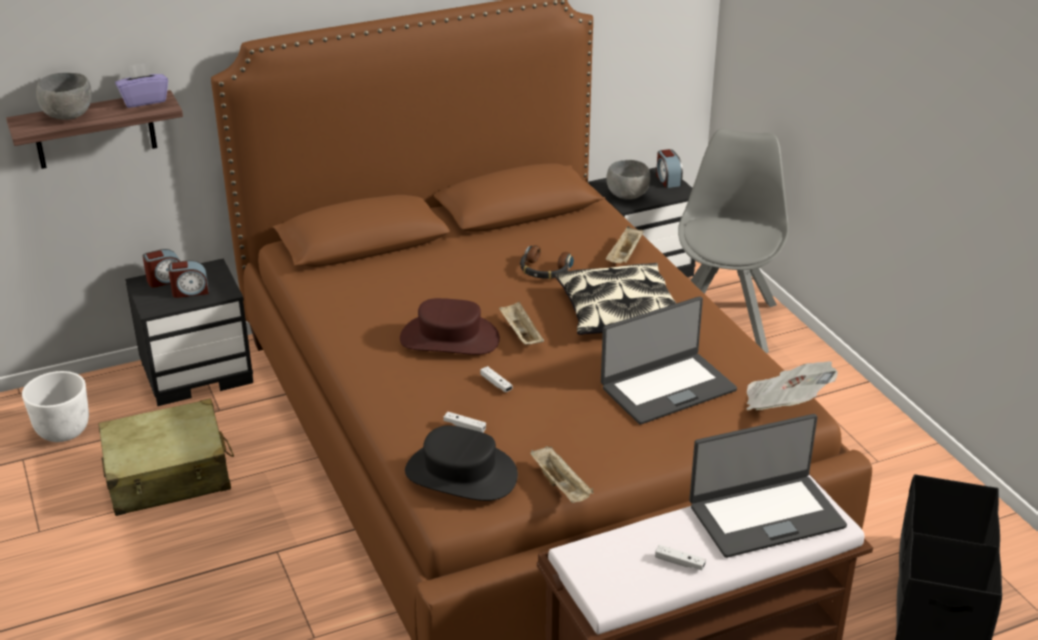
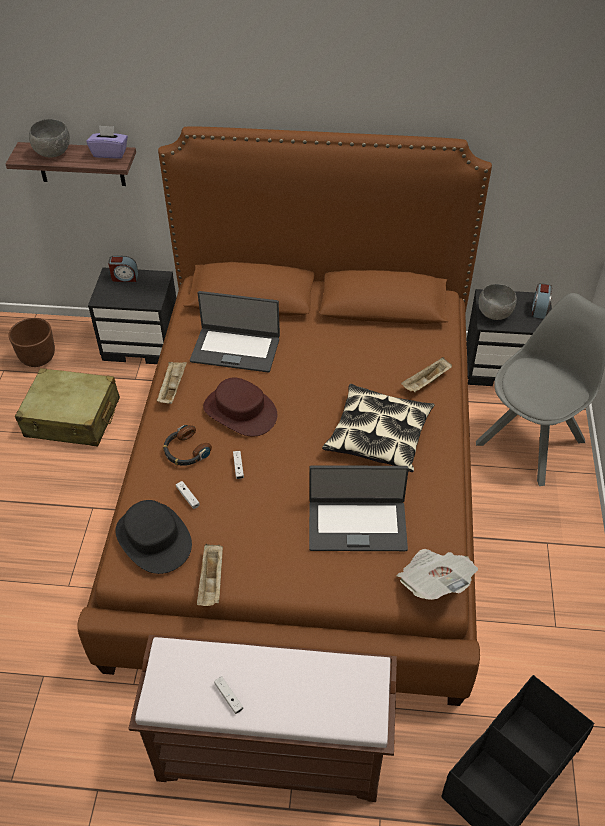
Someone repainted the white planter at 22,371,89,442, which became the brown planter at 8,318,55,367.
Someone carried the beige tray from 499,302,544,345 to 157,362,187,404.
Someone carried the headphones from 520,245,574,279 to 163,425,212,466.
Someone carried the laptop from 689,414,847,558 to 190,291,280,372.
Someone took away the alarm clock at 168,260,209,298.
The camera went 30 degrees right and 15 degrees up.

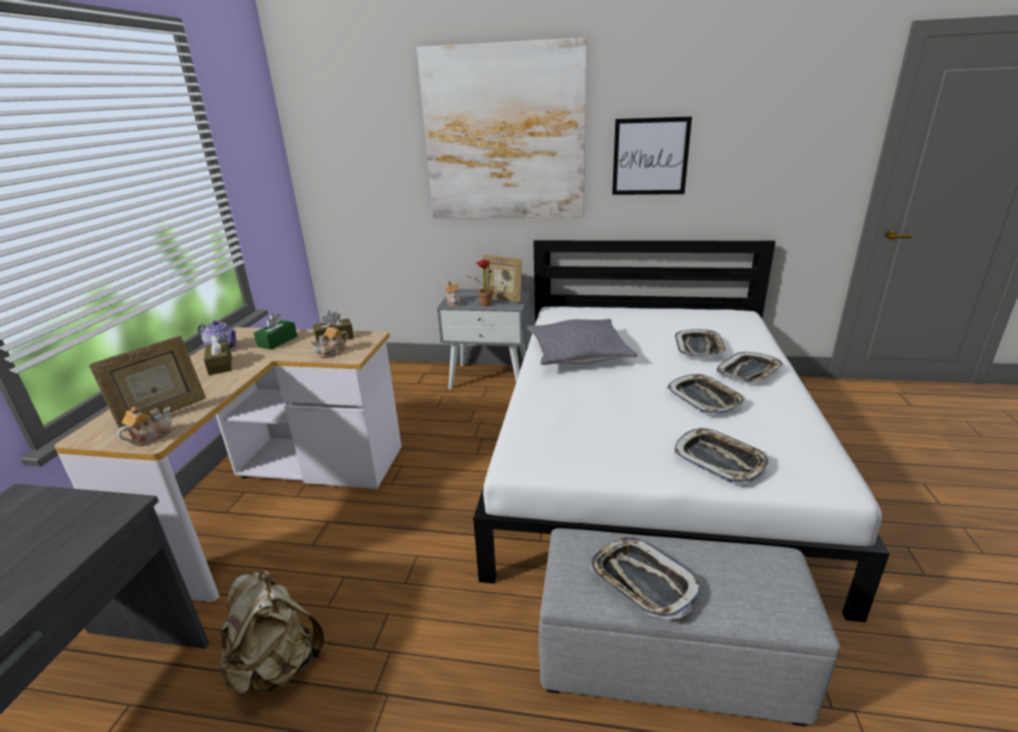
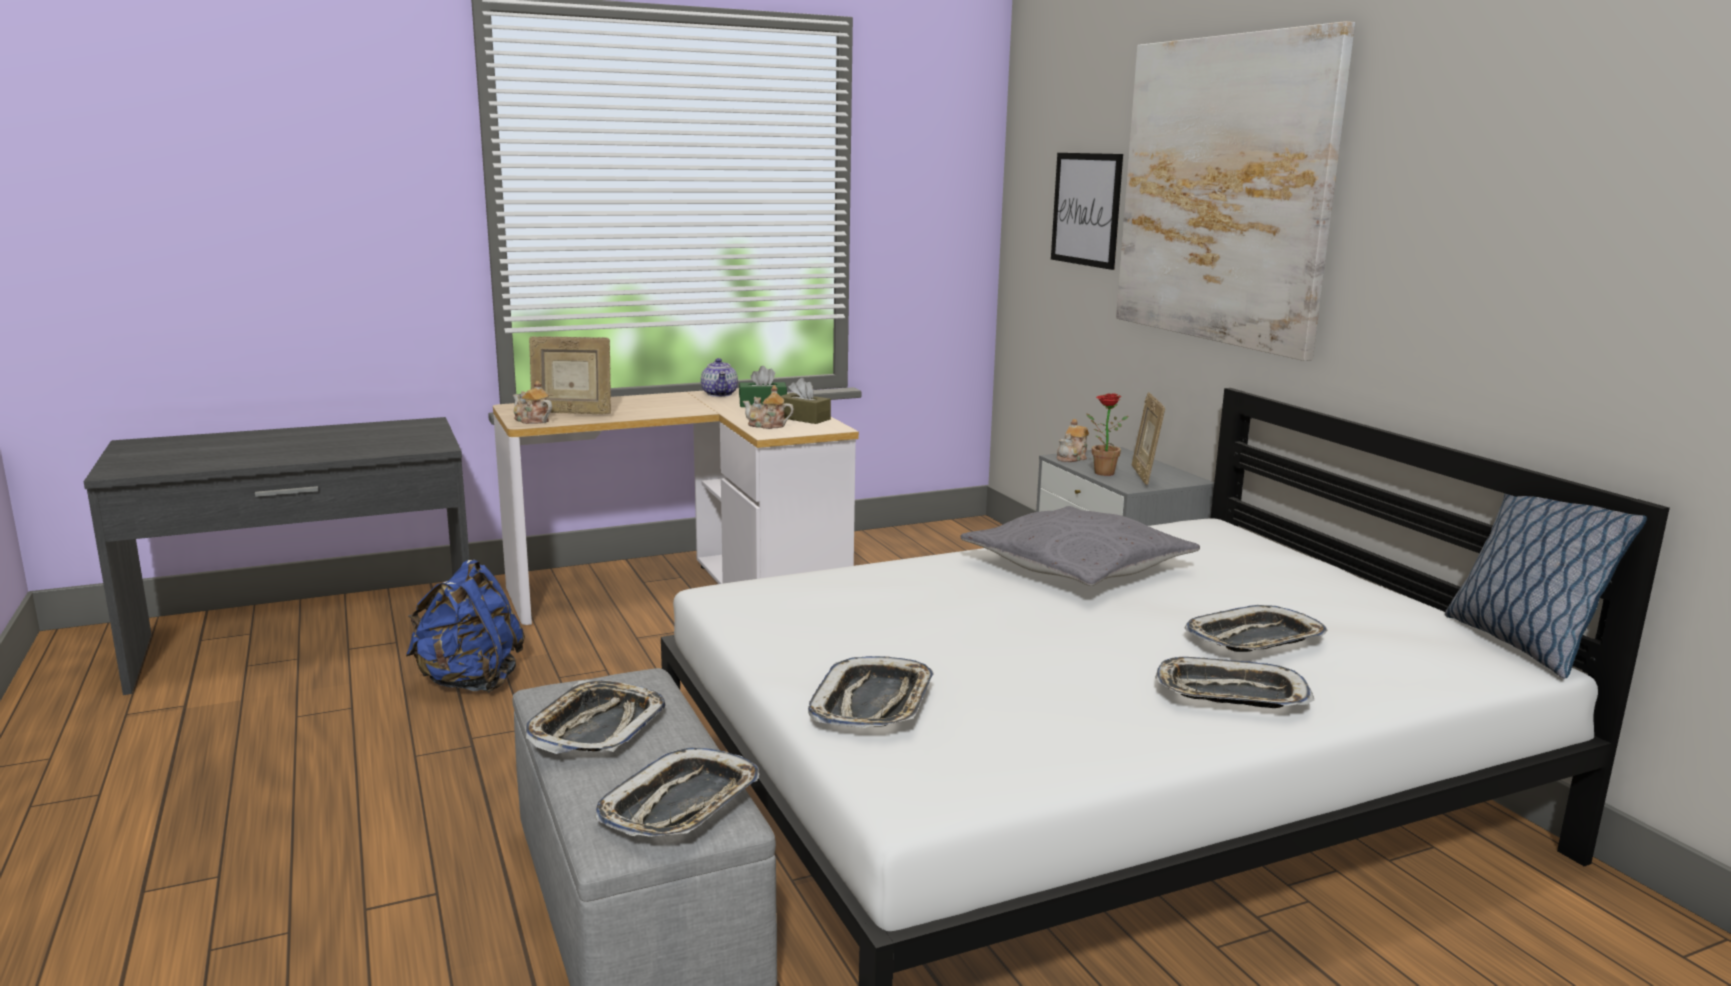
Someone repainted the beige backpack at 220,571,324,696, which became the blue backpack at 406,560,525,693.
Someone rotated the teapot at 117,407,172,447 by 150 degrees counterclockwise.
Someone carried the tray from 667,374,745,415 to 595,748,759,837.
Someone carried the picture from 612,117,692,195 to 1051,153,1123,270.
Someone put down the pillow at 1445,493,1647,679.
Someone took away the brown tissue box at 204,335,232,375.
The camera went 55 degrees right and 10 degrees down.

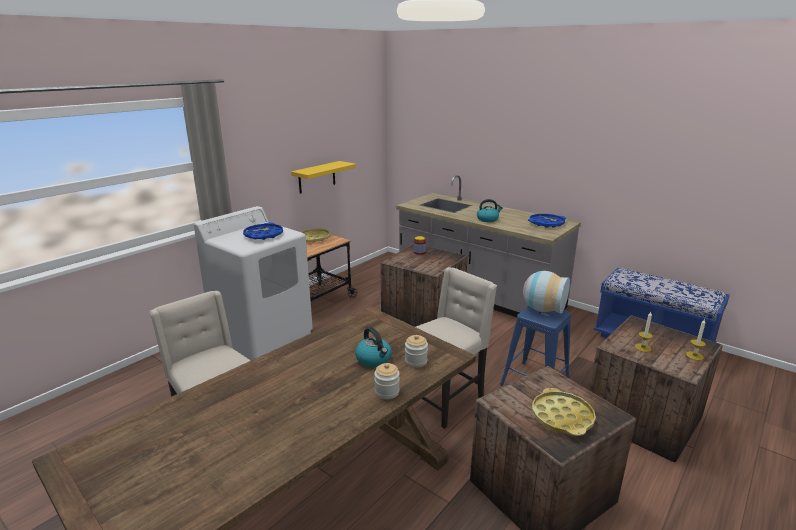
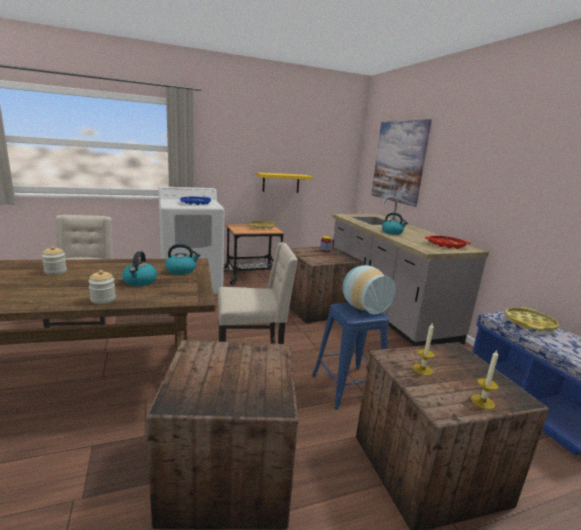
Someone carried the jar from 405,335,428,368 to 42,246,67,275.
Someone put down the kettle at 165,244,200,275.
Someone put up the picture at 371,119,432,207.
Someone repainted the blue tray at 528,214,566,228, which became the red tray at 425,236,471,249.
Someone carried the yellow tray from 532,388,596,436 to 505,307,559,332.
The camera went 30 degrees right and 5 degrees down.

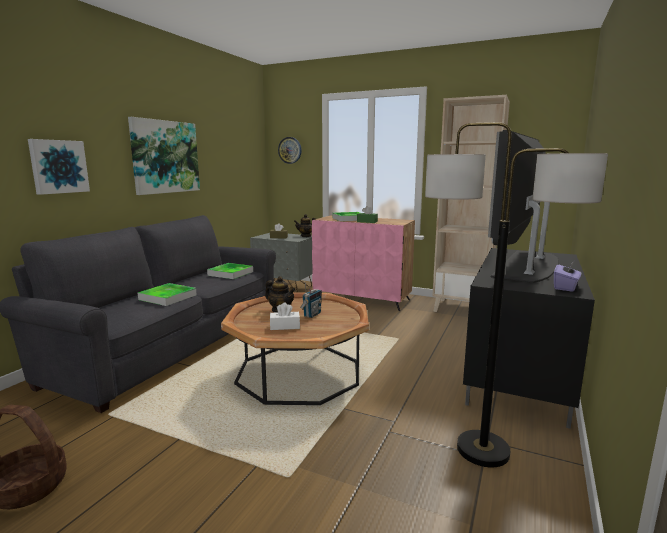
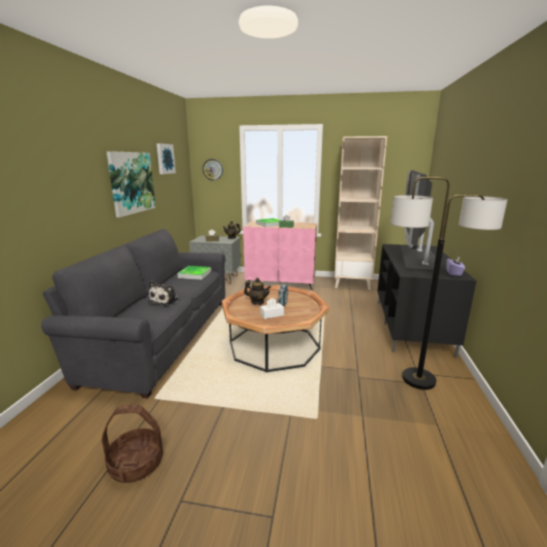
Someone swapped the tray at 138,283,197,306 for the plush toy at 148,281,180,306.
Someone carried the picture from 28,139,90,195 to 156,143,176,174.
The camera went 15 degrees left and 5 degrees up.

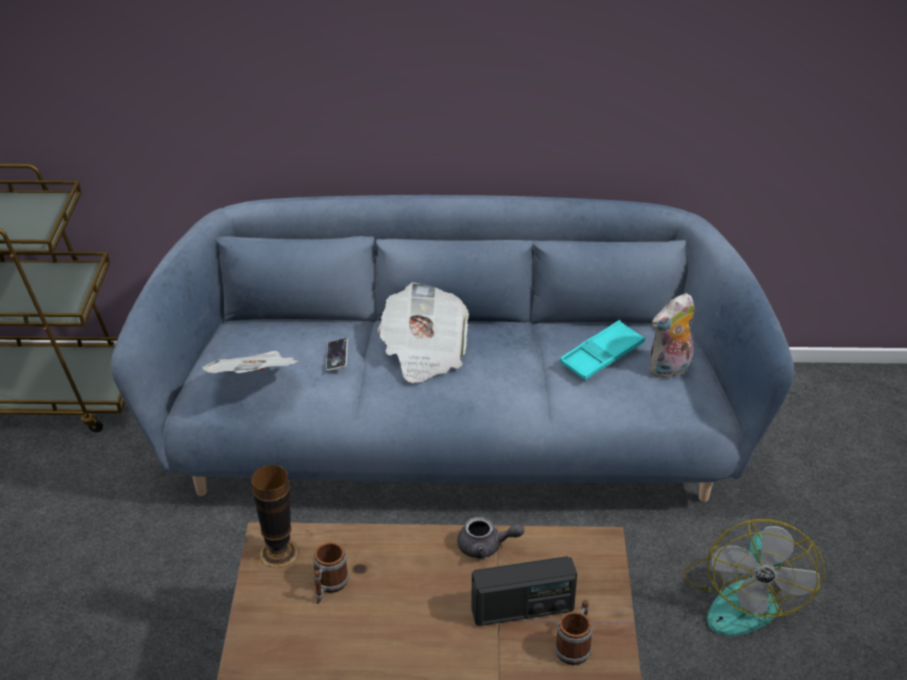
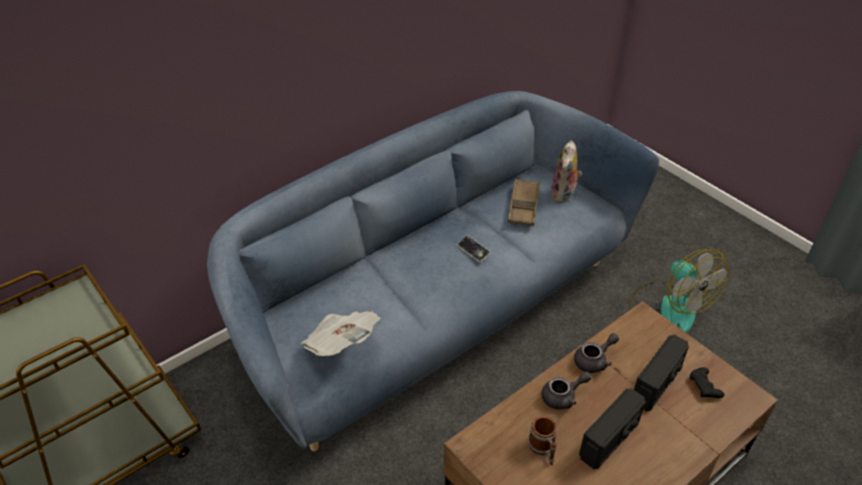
Someone carried the phone from 326,338,348,371 to 457,236,490,262.
Someone repainted the turquoise tray at 560,320,645,380, which became the brown tray at 508,179,540,226.
Someone put down the grey teapot at 541,371,591,409.
Someone put down the radio at 579,388,646,469.
Someone swapped the mug at 554,600,593,665 for the black game controller at 690,367,725,398.
Someone took away the vase at 251,465,299,568.
Someone took away the newspaper at 378,282,469,383.
The camera went 40 degrees left and 5 degrees up.

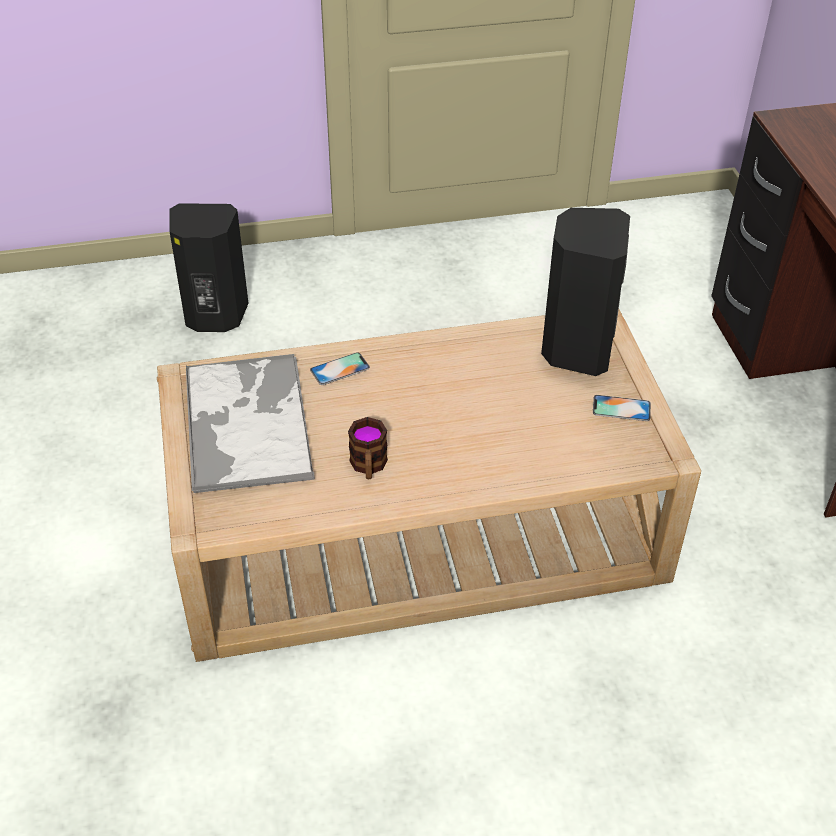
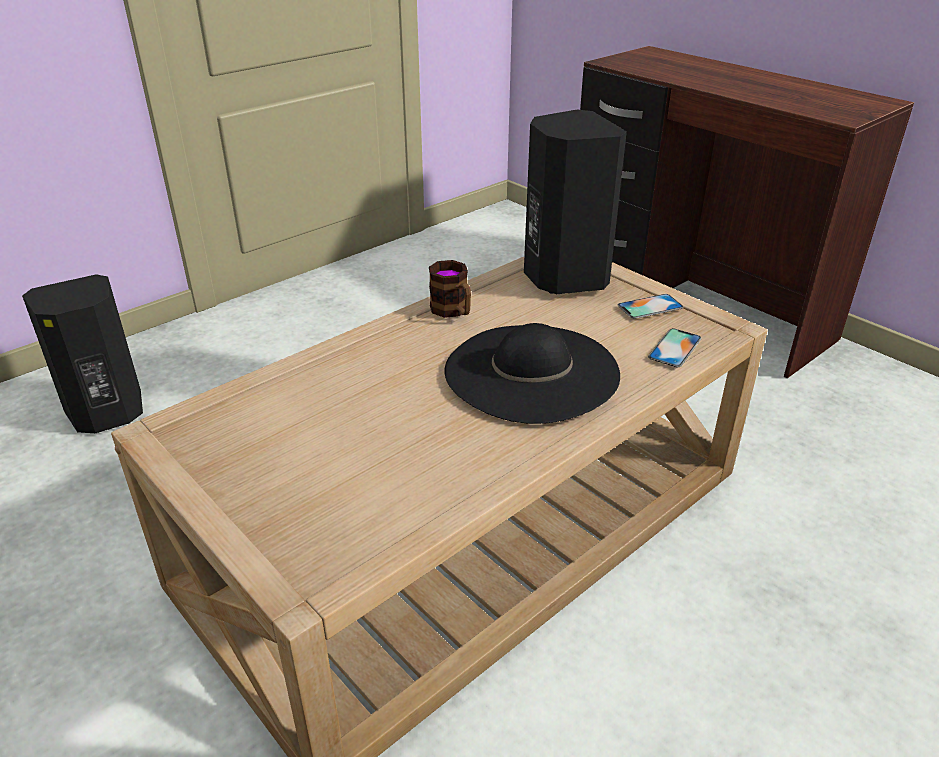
Someone carried the mug from 348,417,388,479 to 429,260,471,318.
Someone put down the black hat at 445,323,620,424.
Someone carried the phone from 310,352,370,385 to 648,328,702,367.
Someone took away the tray at 186,354,315,493.
The camera went 30 degrees left and 10 degrees down.

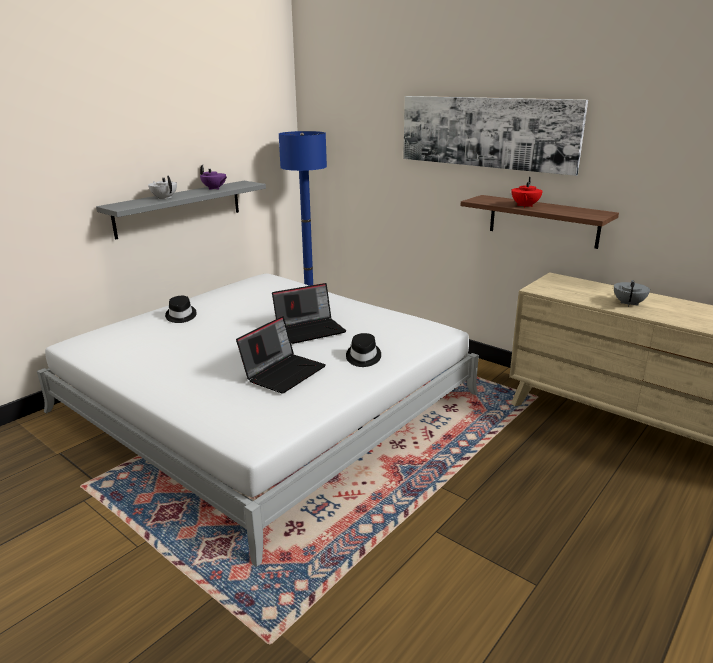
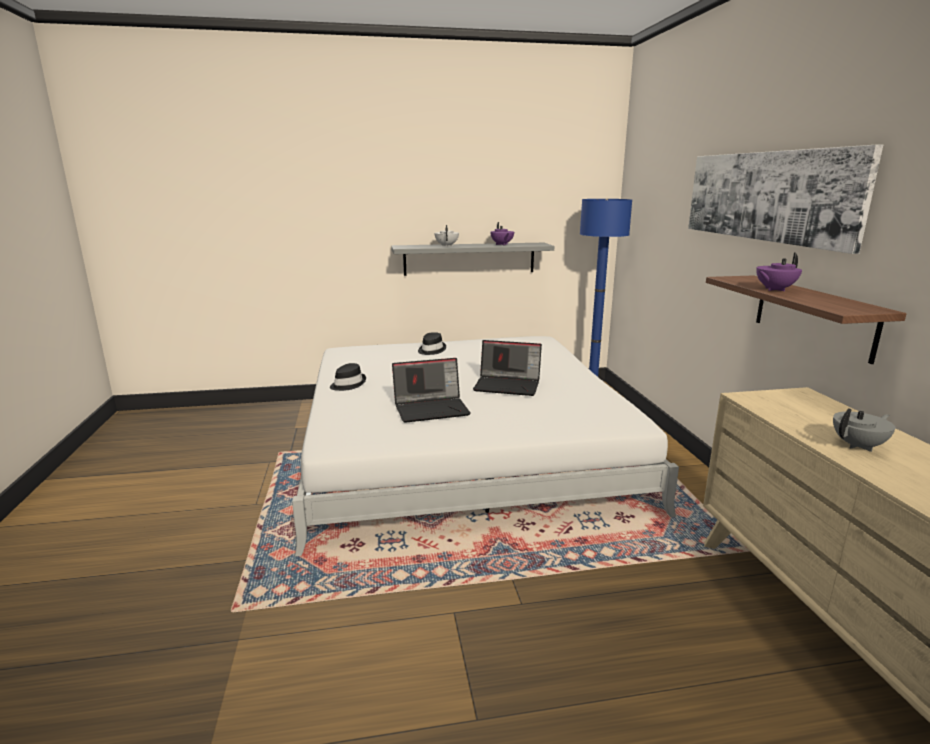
Someone carried the black hat from 346,333,381,367 to 330,363,366,391.
Someone repainted the red teapot at 511,177,543,208, which became the purple teapot at 756,253,802,291.
The camera went 40 degrees right and 5 degrees down.

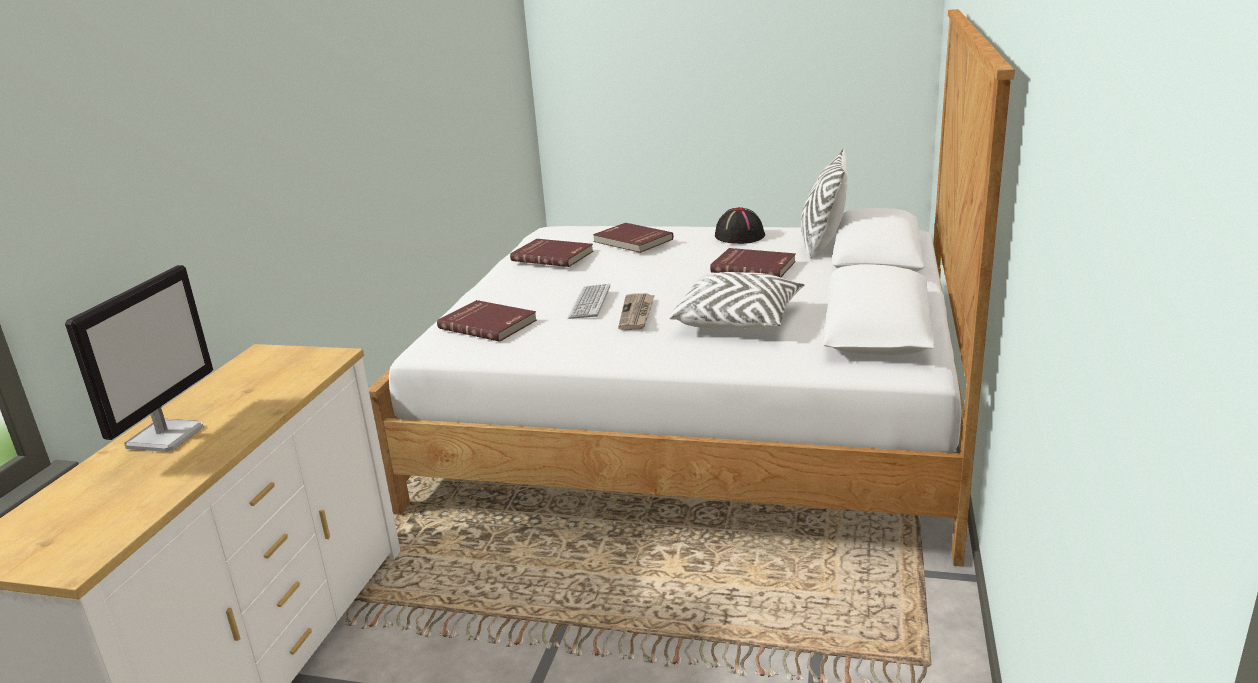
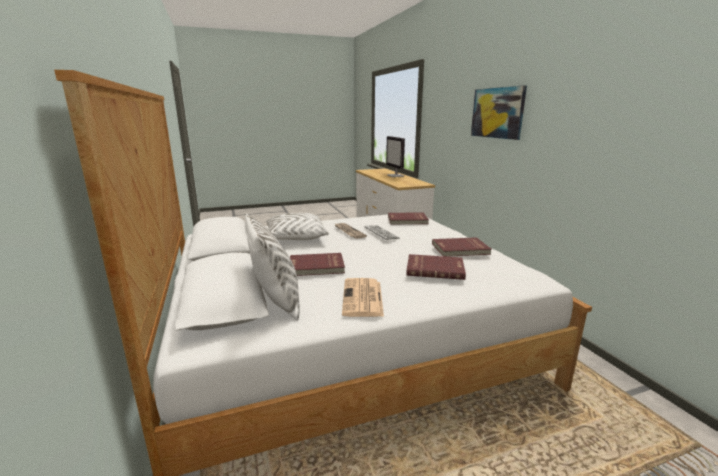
Someone swapped the black hat at 715,207,765,244 for the newspaper at 342,278,384,317.
Someone put up the picture at 471,85,527,140.
The camera went 145 degrees right and 5 degrees down.

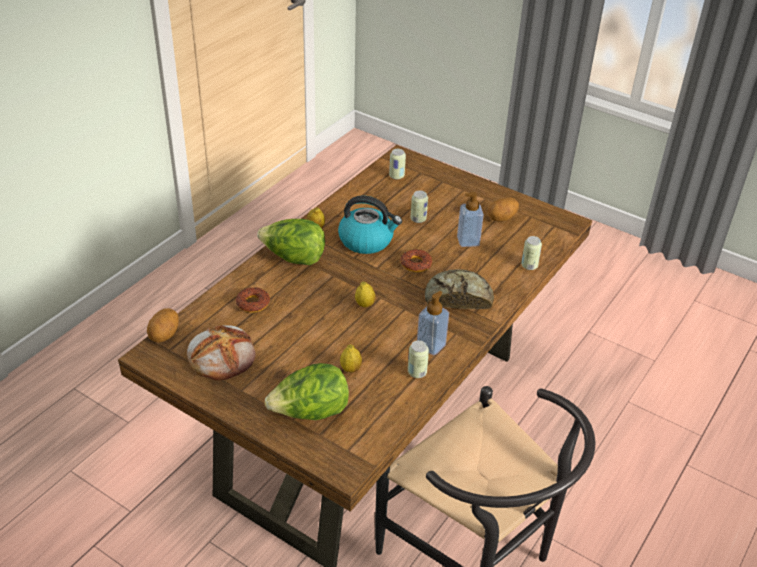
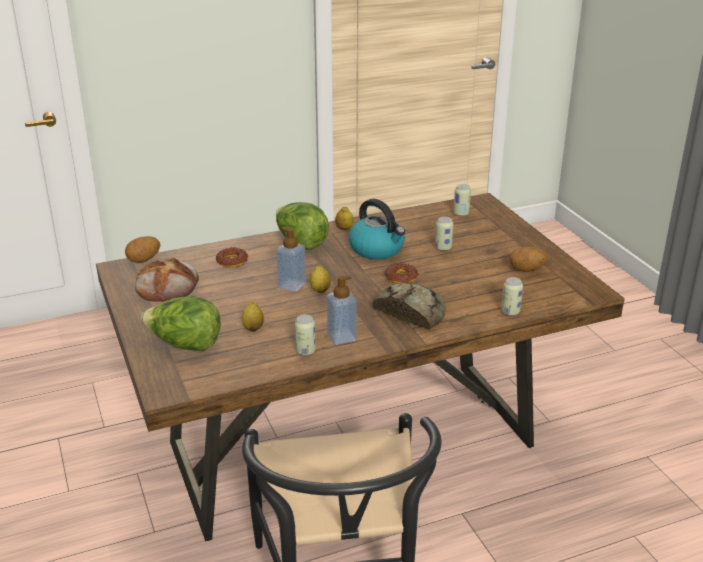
Someone carried the soap dispenser from 457,192,484,247 to 276,227,306,292.
The camera went 35 degrees right and 10 degrees down.

